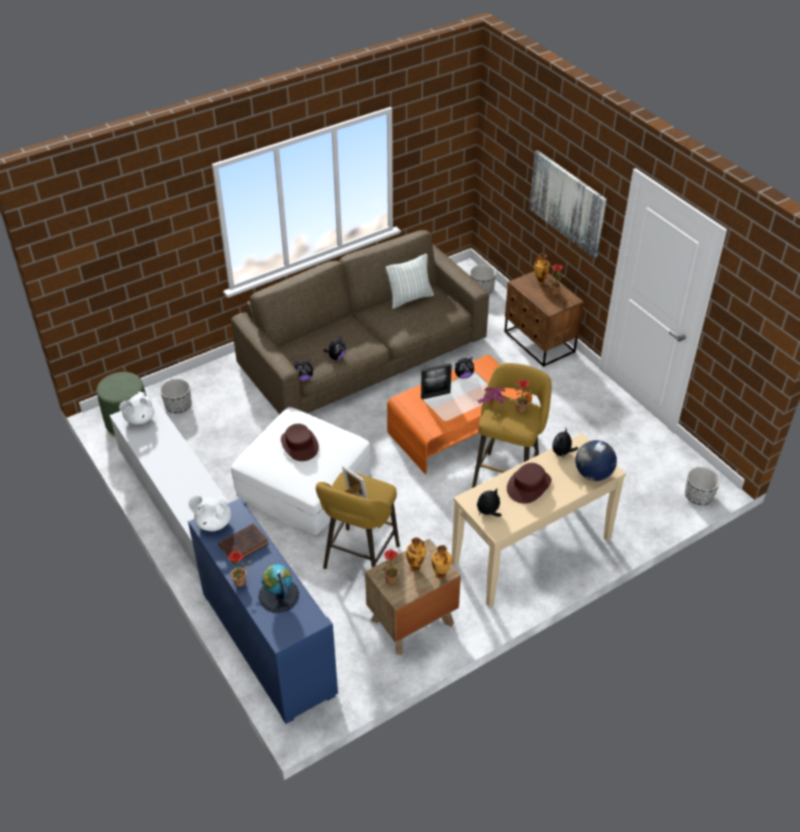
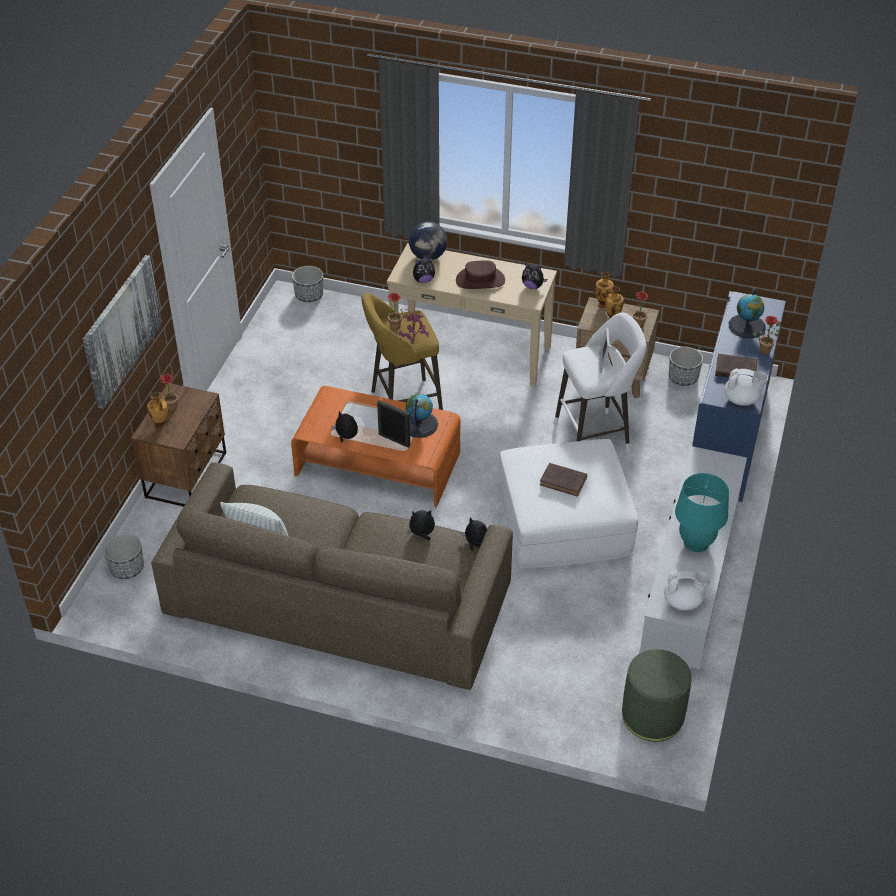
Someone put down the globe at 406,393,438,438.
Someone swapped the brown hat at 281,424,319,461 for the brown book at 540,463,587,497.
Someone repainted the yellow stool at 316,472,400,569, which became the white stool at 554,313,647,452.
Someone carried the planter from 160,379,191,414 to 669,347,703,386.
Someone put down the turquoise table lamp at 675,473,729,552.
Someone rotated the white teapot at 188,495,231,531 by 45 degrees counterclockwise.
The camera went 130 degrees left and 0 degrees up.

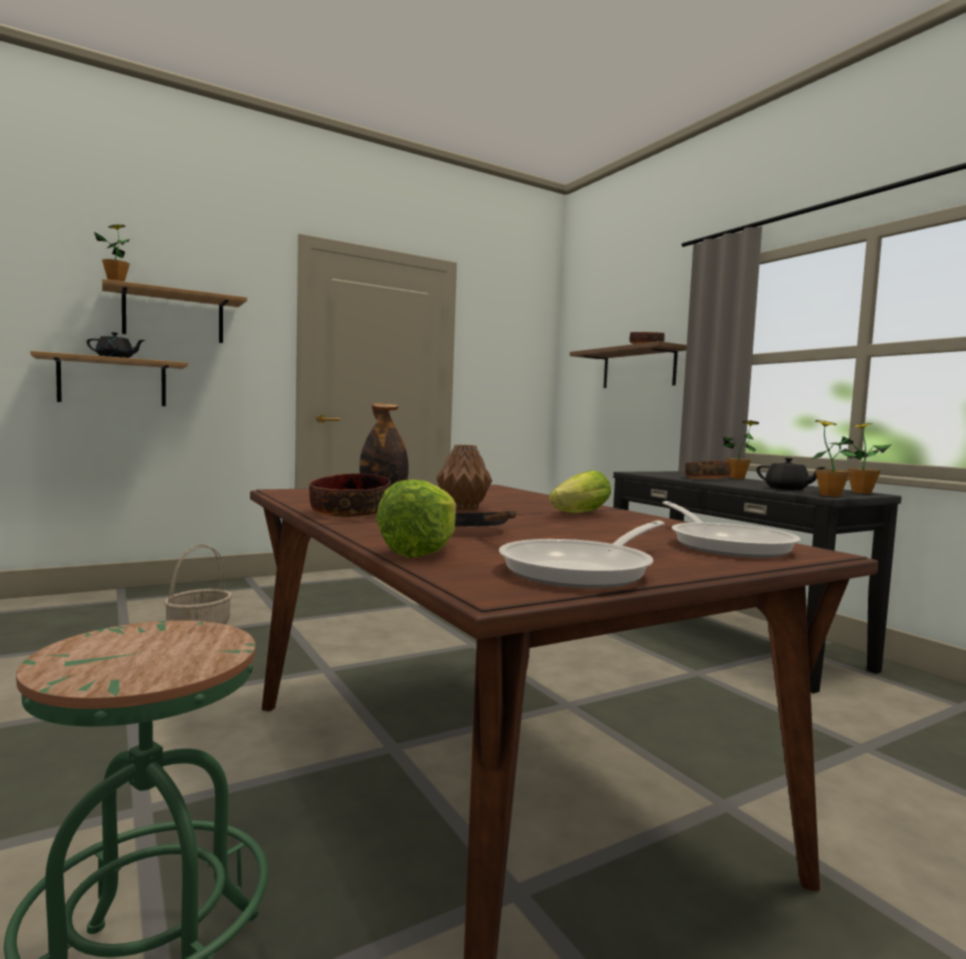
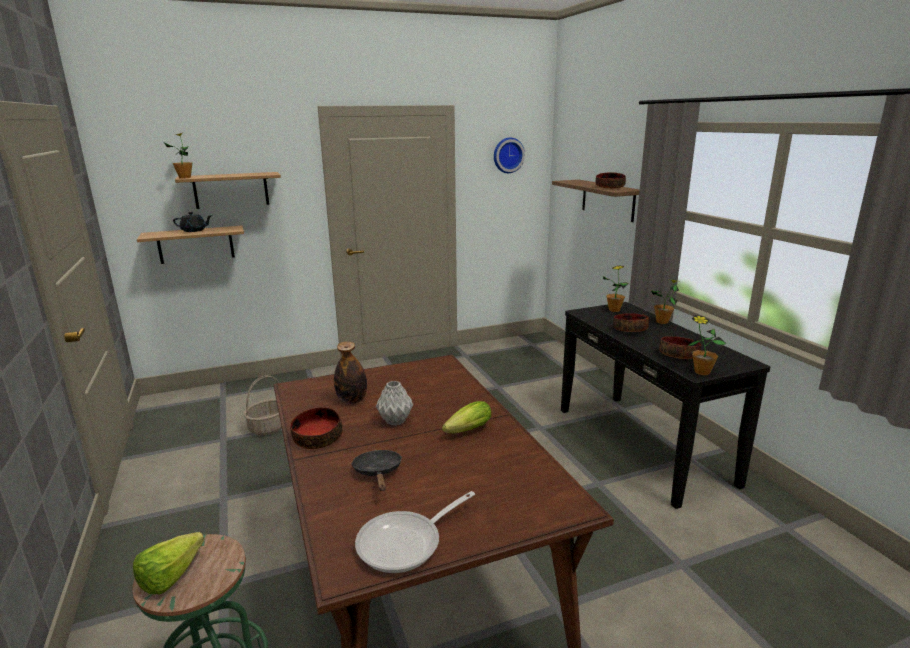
Someone carried the lettuce from 376,479,456,558 to 133,532,204,594.
Someone repainted the brown vase at 436,445,492,510, which became the grey vase at 376,381,413,426.
Someone put up the wall clock at 494,138,525,173.
Someone carried the potted plant from 841,423,892,494 to 603,266,629,312.
Someone swapped the black teapot at 757,458,826,490 for the bowl at 659,336,701,359.
Someone took away the frying pan at 662,501,801,558.
The camera went 10 degrees right and 15 degrees up.

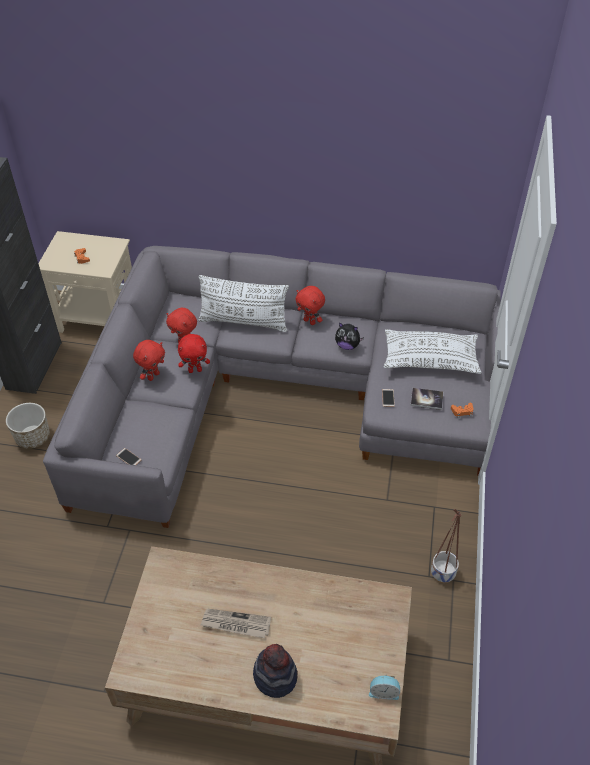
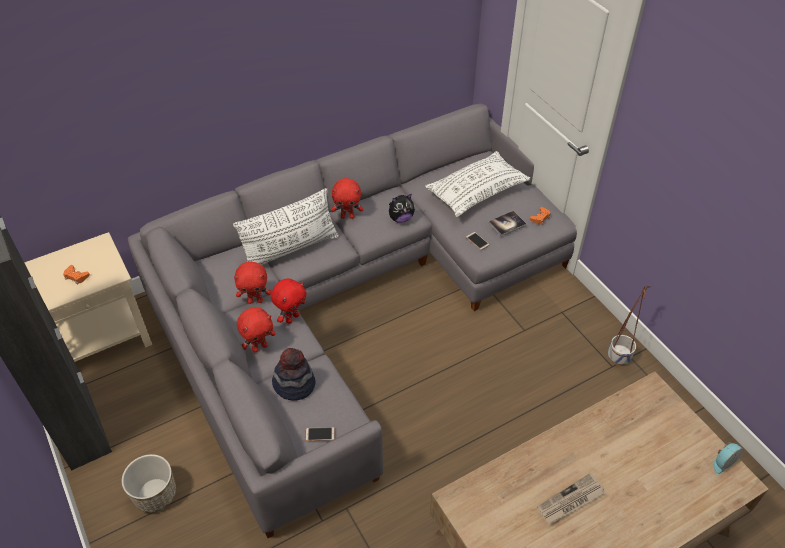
Someone rotated the red plush toy at 133,340,165,381 by 60 degrees clockwise.
Someone carried the hat from 253,644,298,698 to 272,348,315,401.
The camera went 40 degrees left and 0 degrees up.

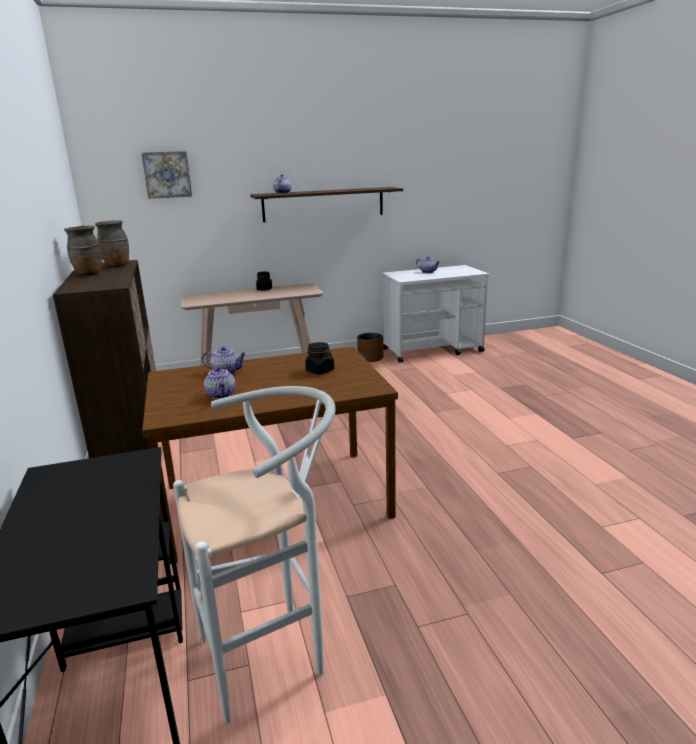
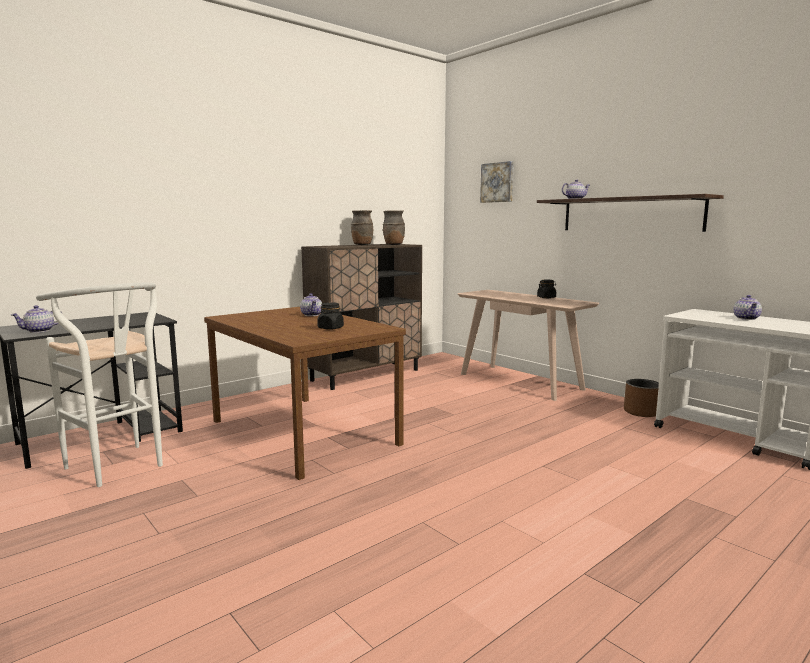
Someone carried the teapot from 204,366,235,399 to 11,305,62,333.
The camera went 65 degrees right and 10 degrees down.

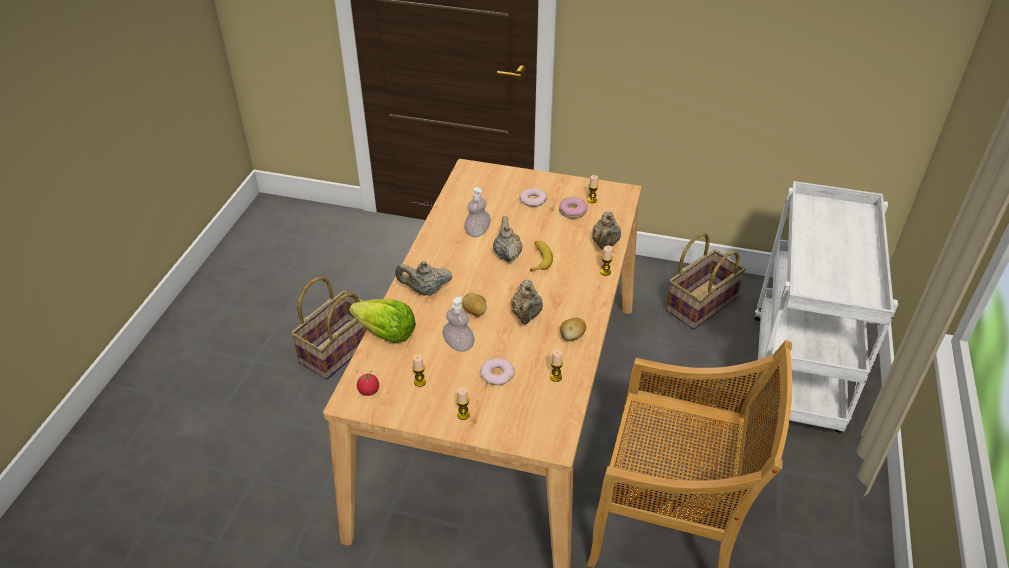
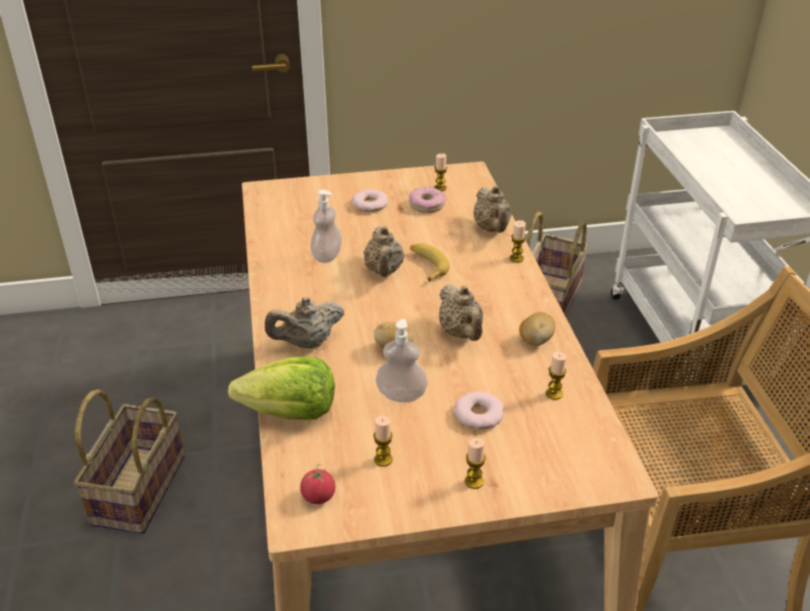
Someone rotated the beige teapot at 493,216,523,262 by 150 degrees counterclockwise.
The camera went 25 degrees left and 5 degrees down.

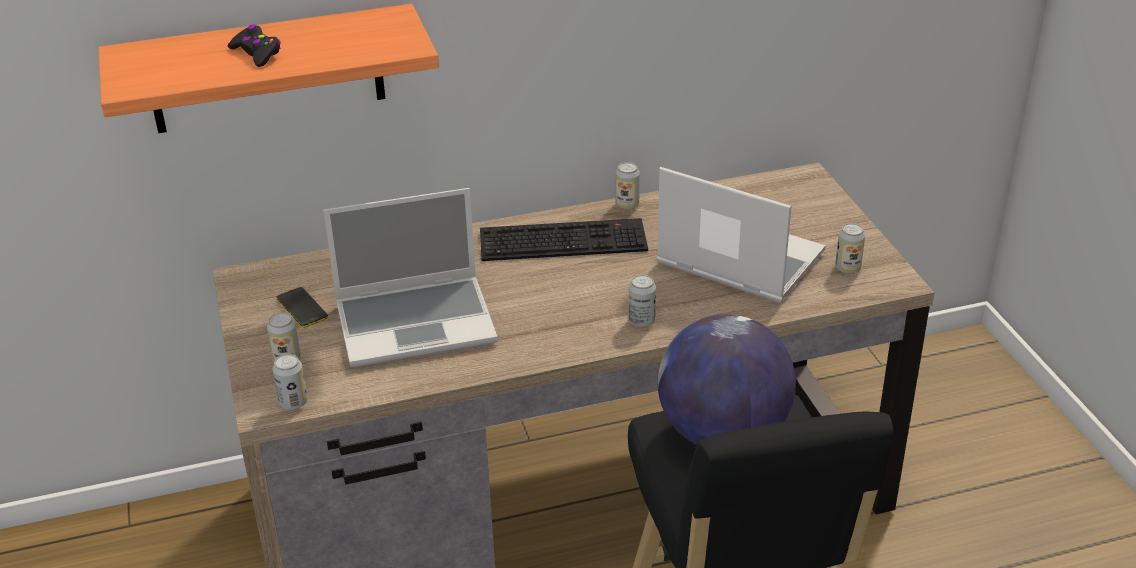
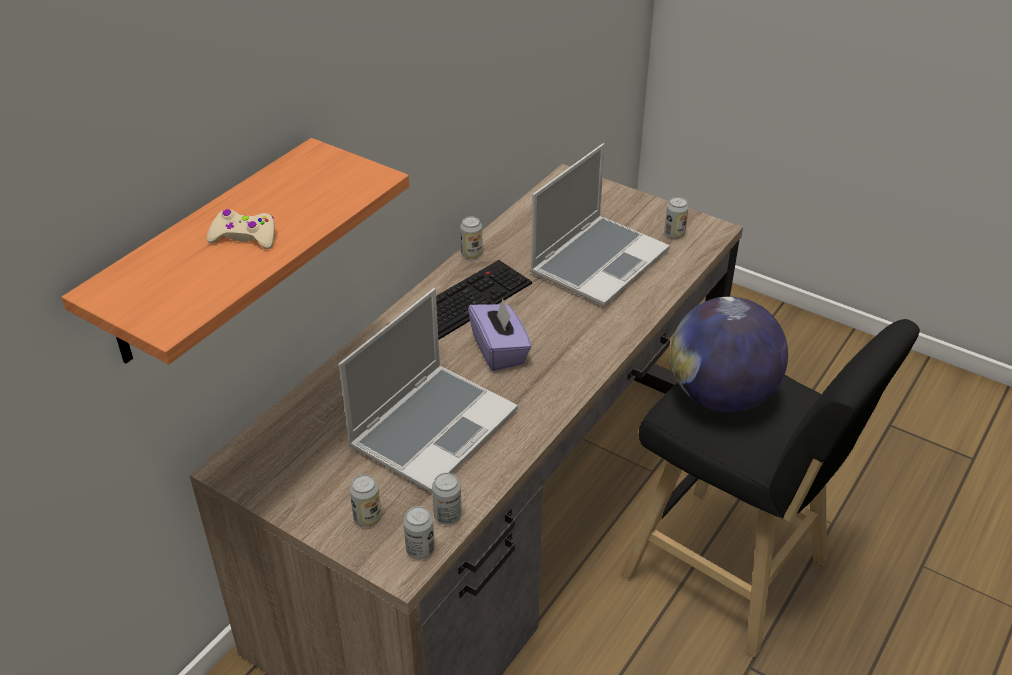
Someone repainted the black game controller at 228,24,281,67, which became the beige game controller at 207,209,275,249.
Someone carried the can from 628,275,656,328 to 432,473,462,525.
Someone put down the purple tissue box at 468,299,532,371.
Someone rotated the laptop at 656,167,826,303 by 135 degrees clockwise.
Someone took away the phone at 277,287,328,328.
The camera went 40 degrees left and 5 degrees up.

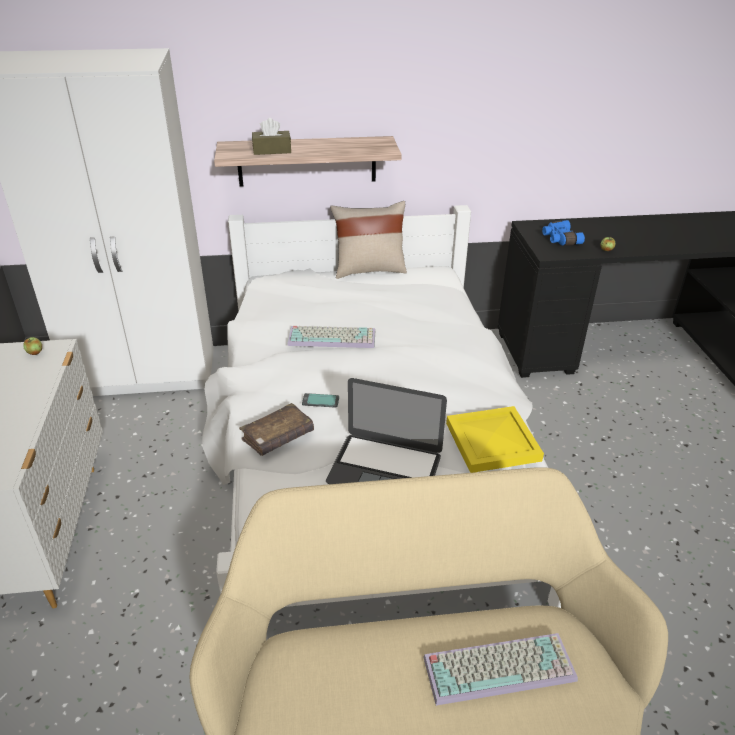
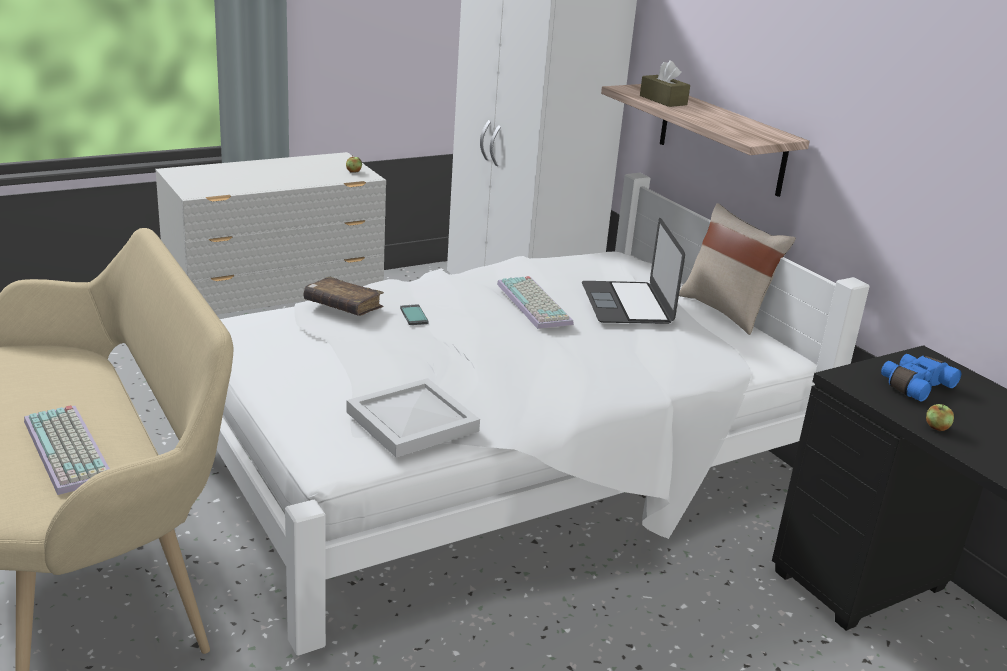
Someone repainted the yellow tray at 446,406,544,473, which became the white tray at 346,378,480,457.
Someone carried the laptop from 326,378,447,484 to 582,218,685,324.
The camera went 65 degrees right and 10 degrees down.

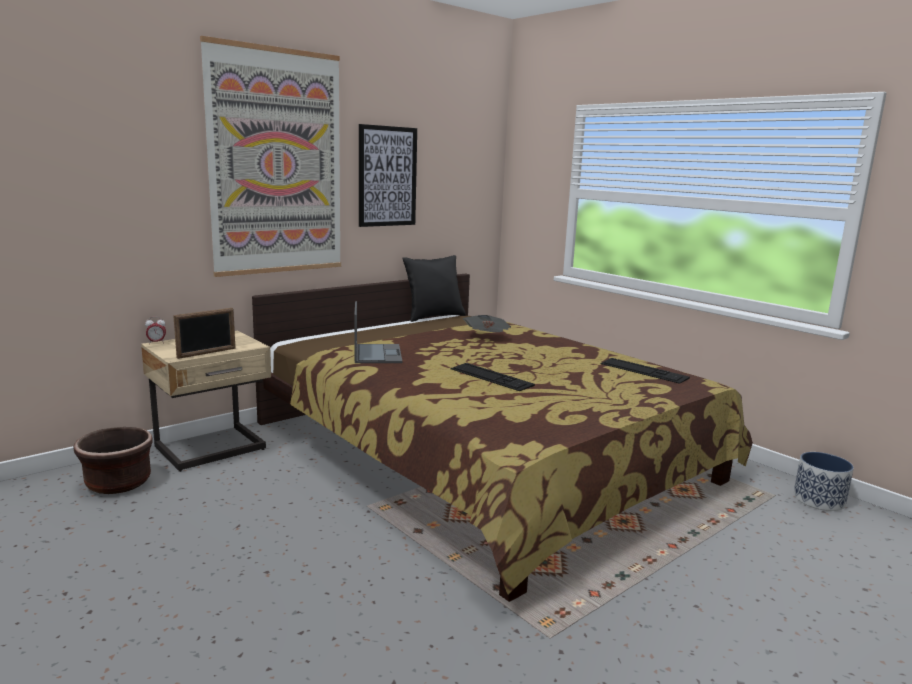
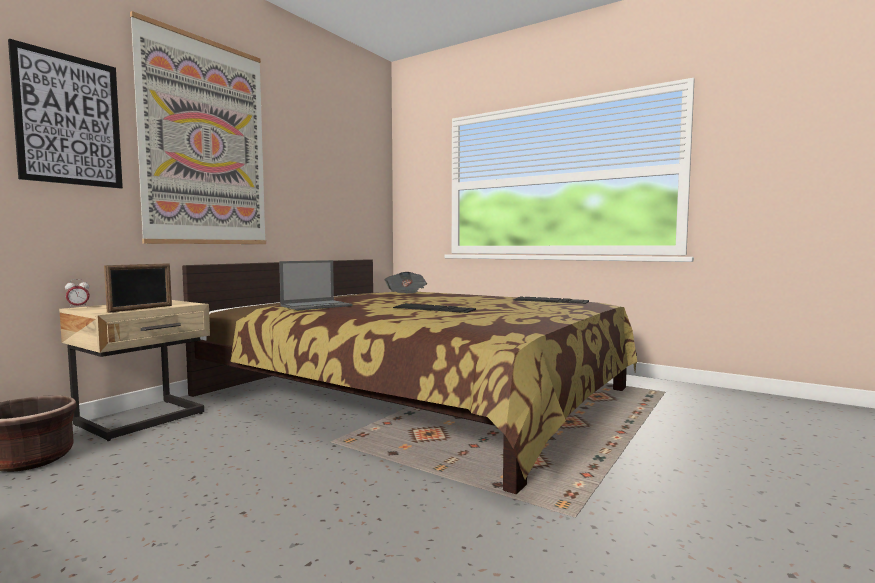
Someone carried the picture from 359,124,417,227 to 8,39,123,188.
Someone rotated the laptop at 354,301,402,363 by 75 degrees clockwise.
Someone took away the black pillow at 403,255,466,322.
Someone took away the planter at 794,452,854,511.
The camera went 15 degrees left and 10 degrees down.

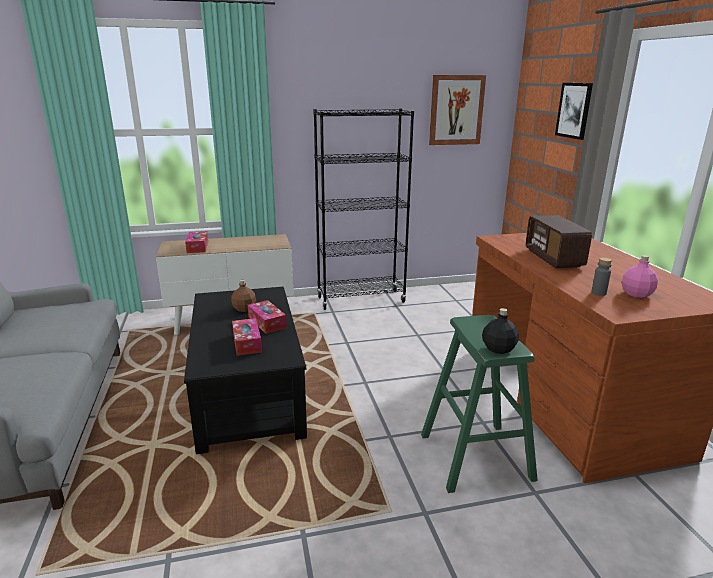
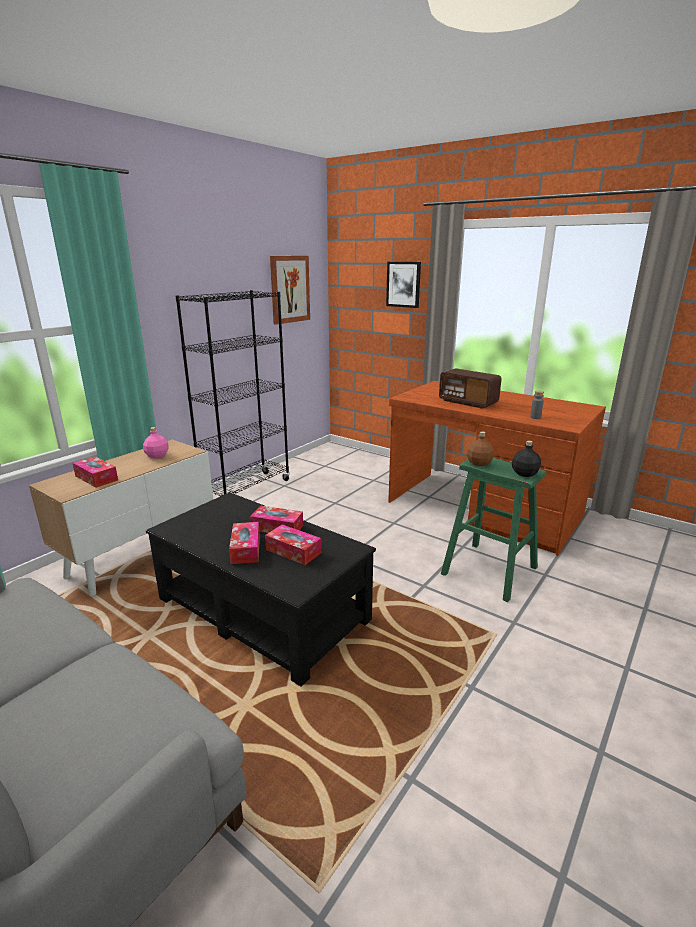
Someone carried the pink bottle from 622,255,658,298 to 143,427,169,459.
Someone put down the tissue box at 229,522,260,564.
Someone carried the brown bottle from 232,280,256,312 to 467,431,494,466.
The camera went 40 degrees left and 0 degrees up.

